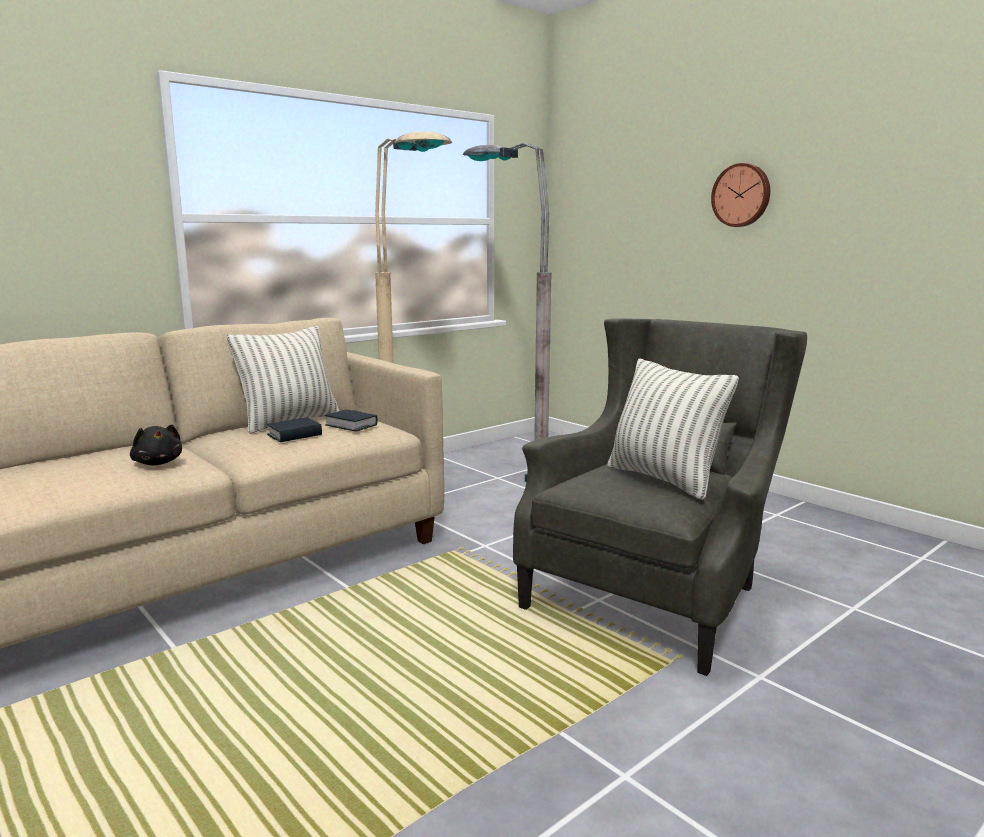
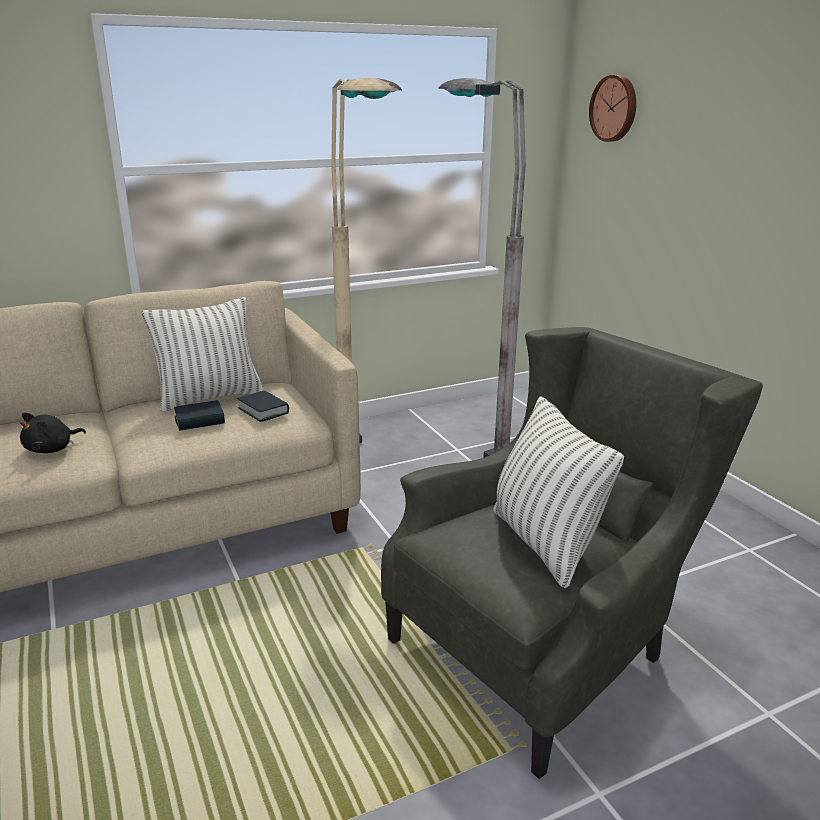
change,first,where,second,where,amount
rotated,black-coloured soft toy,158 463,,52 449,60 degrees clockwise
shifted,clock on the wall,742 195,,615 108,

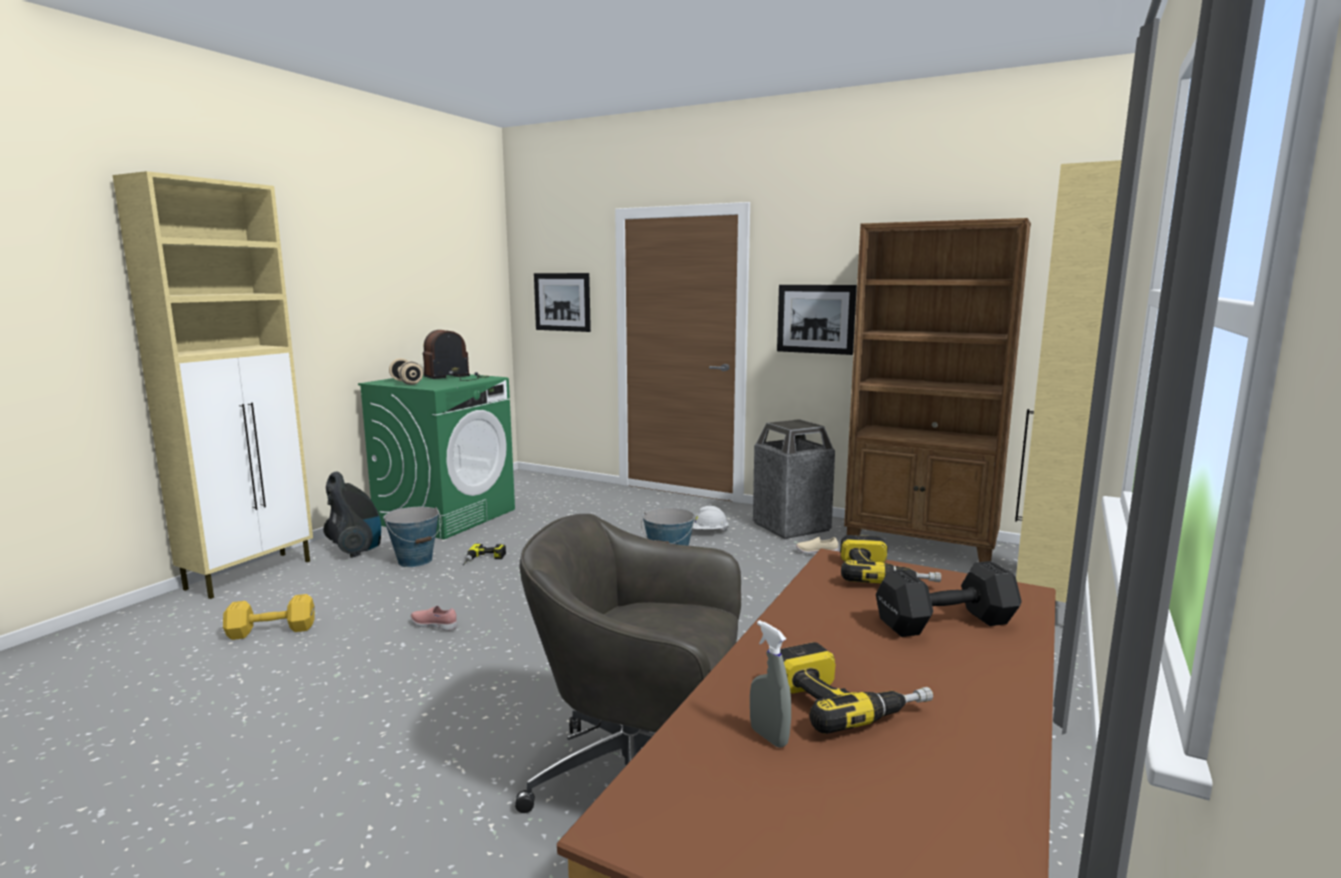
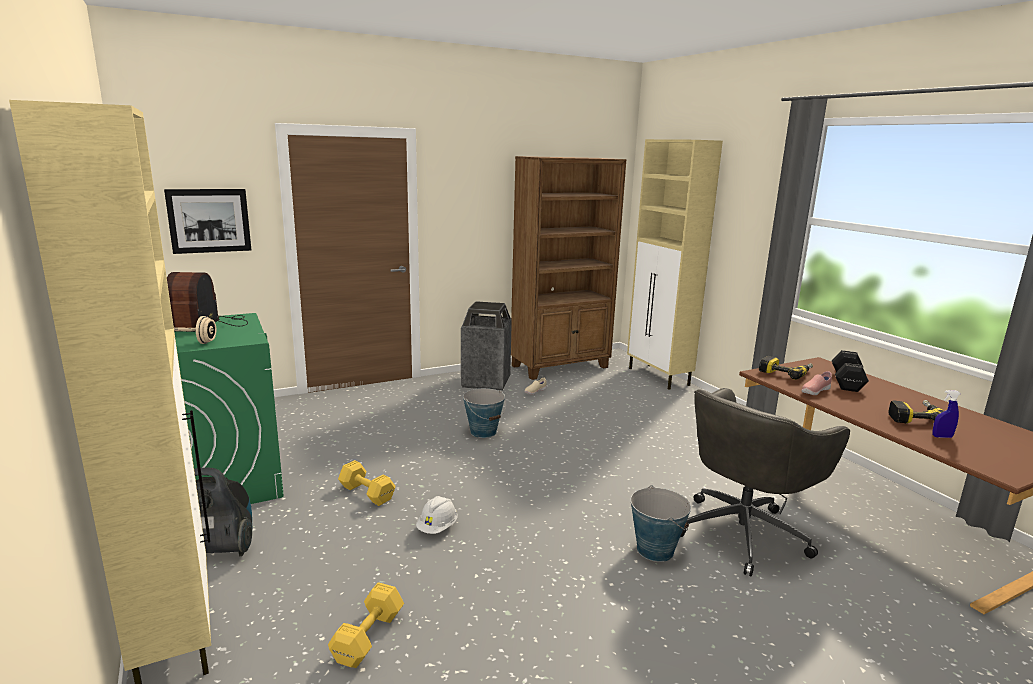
change,first,where,second,where,amount
shifted,bucket,415 560,,655 550,
shifted,pink low shoe,435 626,,815 392,
swapped,drill,483 560,yellow-coloured free weight,366 492,
shifted,whitish work helmet,708 532,,437 527,
repainted,grey hand sprayer,768 737,blue hand sprayer,942 437,
gone,wall picture,815 319,,,

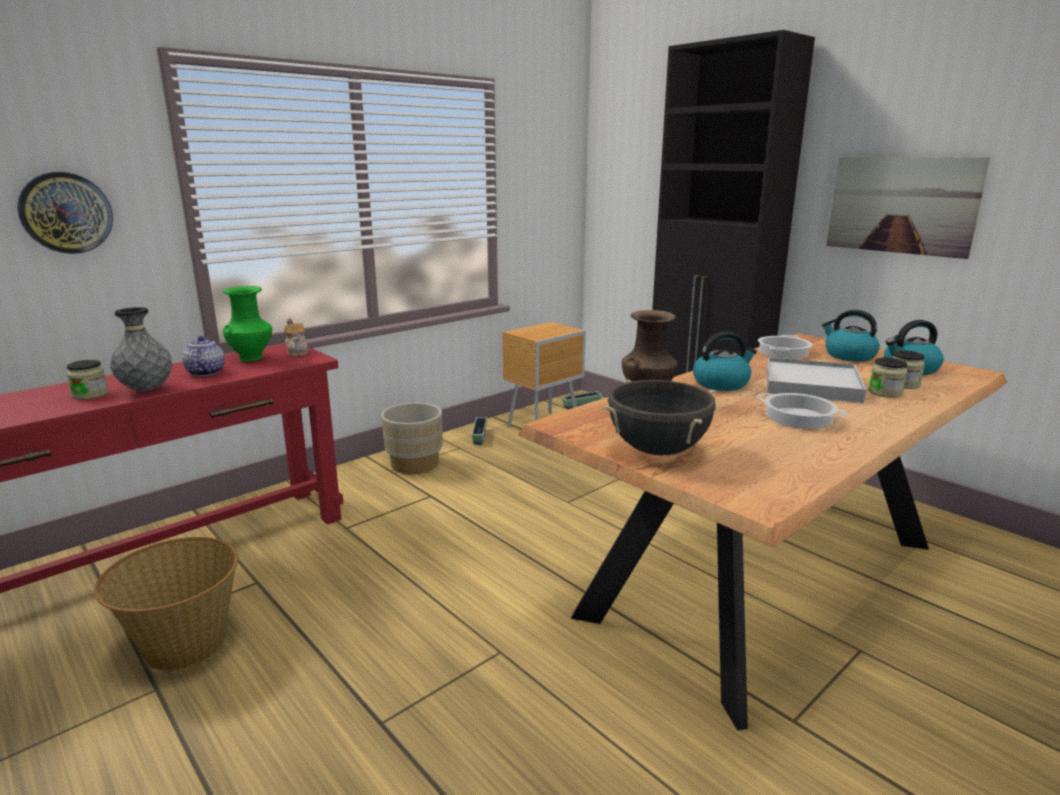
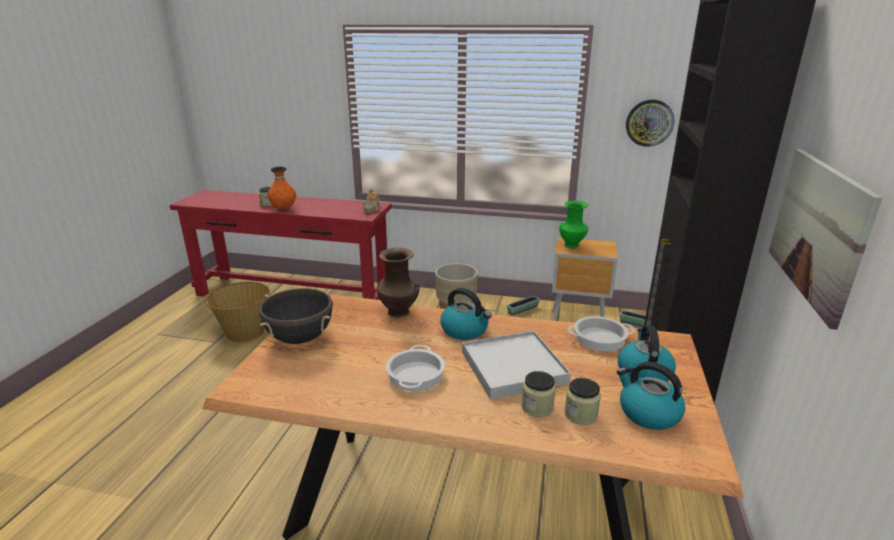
change,first,where,second,where,amount
shifted,clock on the wall,66 213,,649 123,
repainted,grey flower vase,147 390,orangey flower vase,283 209,
gone,pot for tea,205 372,,,
shifted,green-coloured flower vase,252 358,,572 245,

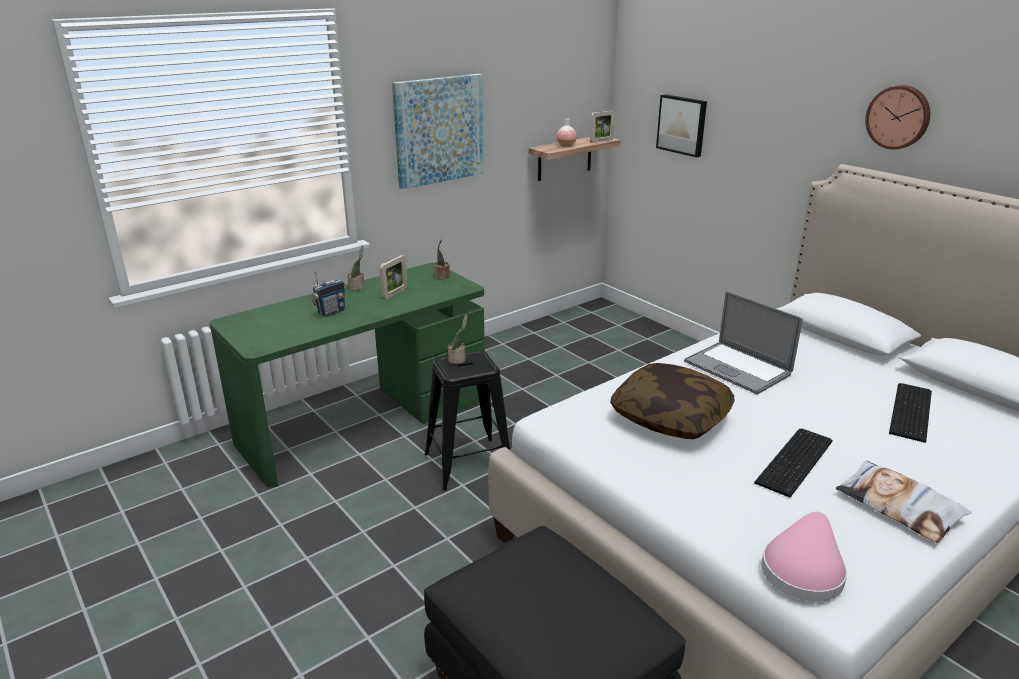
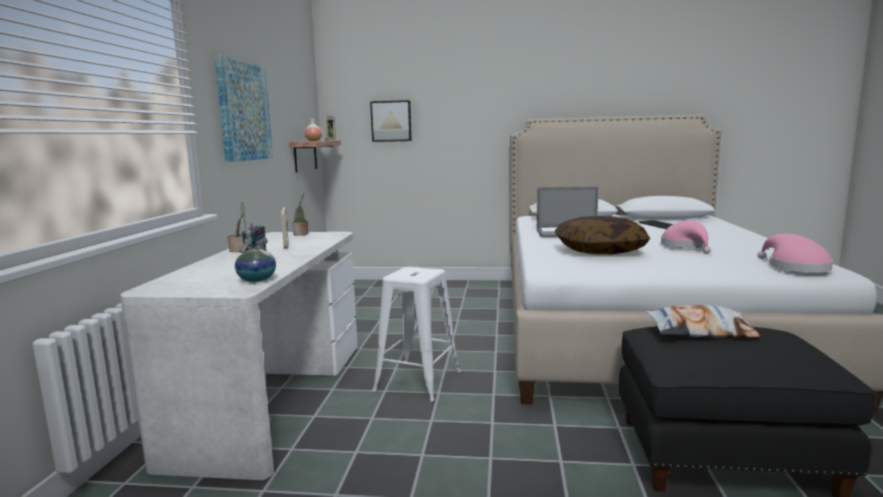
change,first,where,second,where,amount
repainted,green-coloured desk table,364 420,whitish desk table,274 396,
repainted,black-coloured stool seat,469 463,whitish stool seat,418 380,
gone,plant in a pot,458 359,,,
swapped,computer keyboard,797 461,pink hat,686 246,
shifted,pillow,899 507,,700 331,
gone,clock on the wall,898 117,,,
new,,,flower vase,257 279,

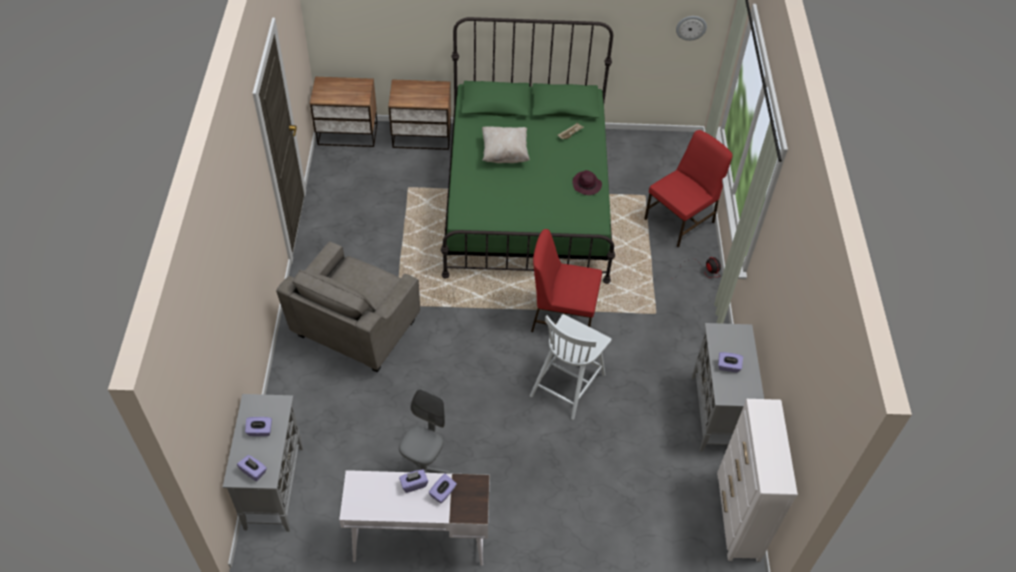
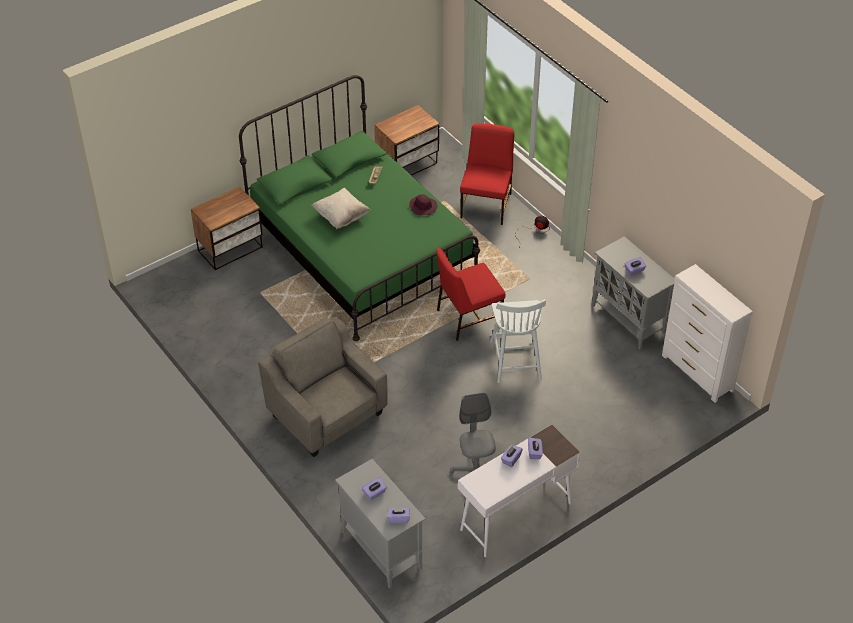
change,first,where,second,where,amount
rotated,grey armchair,355 329,,327 414,150 degrees clockwise
shifted,bedside table,348 134,,408 165,
gone,clock on the wall,691 27,,,

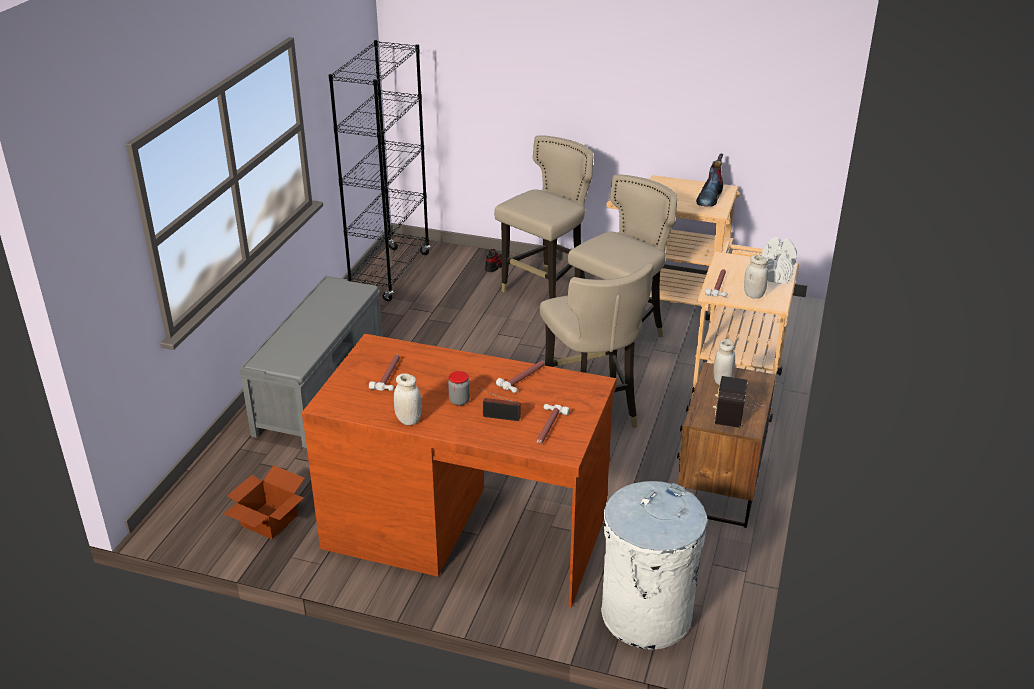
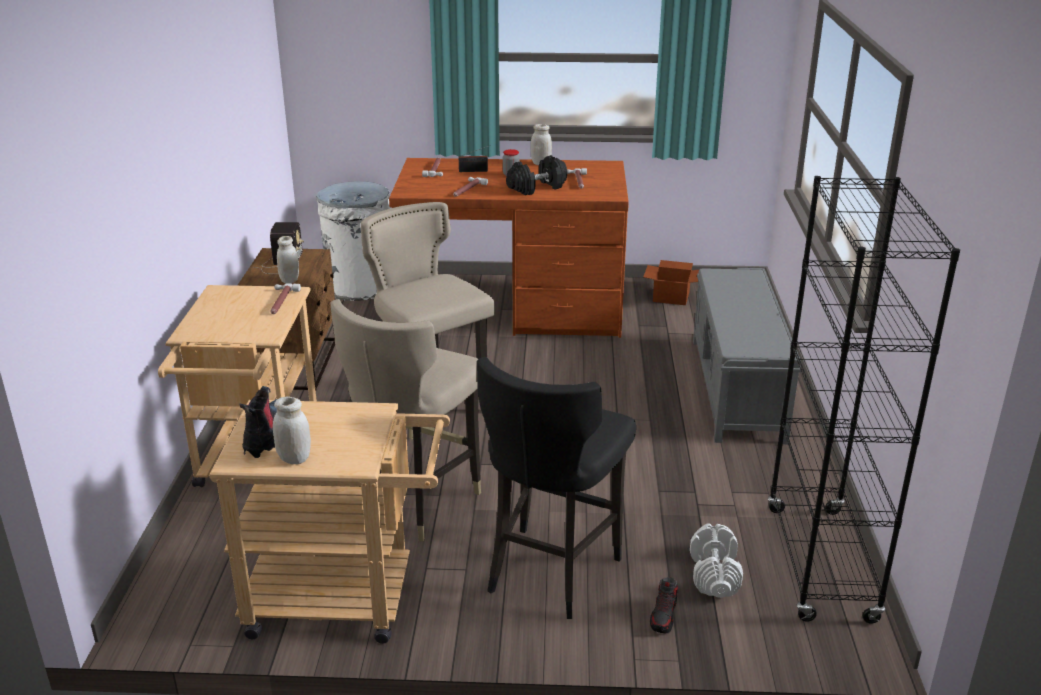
change,first,where,second,where,amount
repainted,sand-coloured stool seat,545 292,black-coloured stool seat,551 571,
shifted,whitish preserve jar,753 295,,294 458,
shifted,whitish free weight,775 272,,713 573,
new,,,black-coloured free weight,536 188,

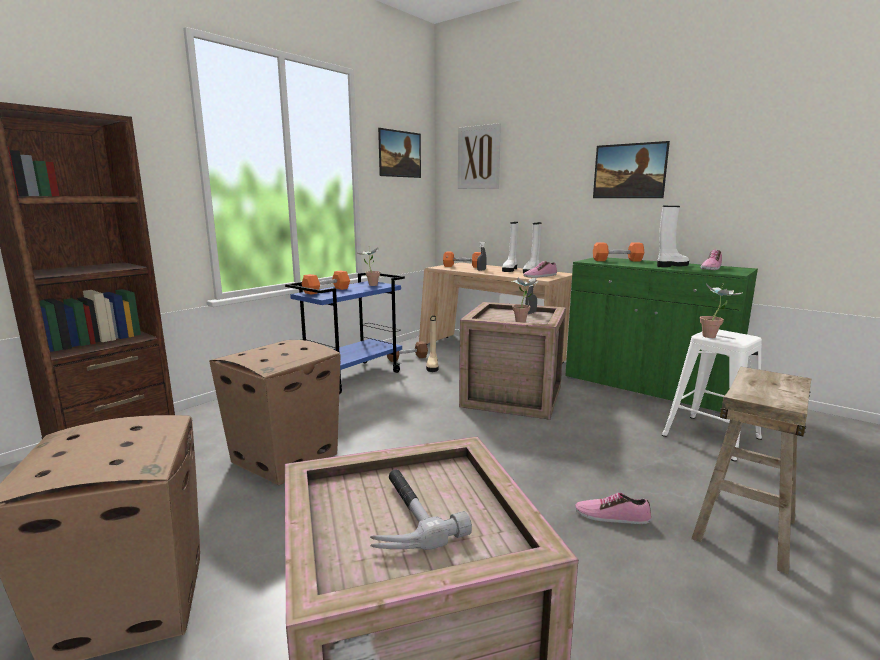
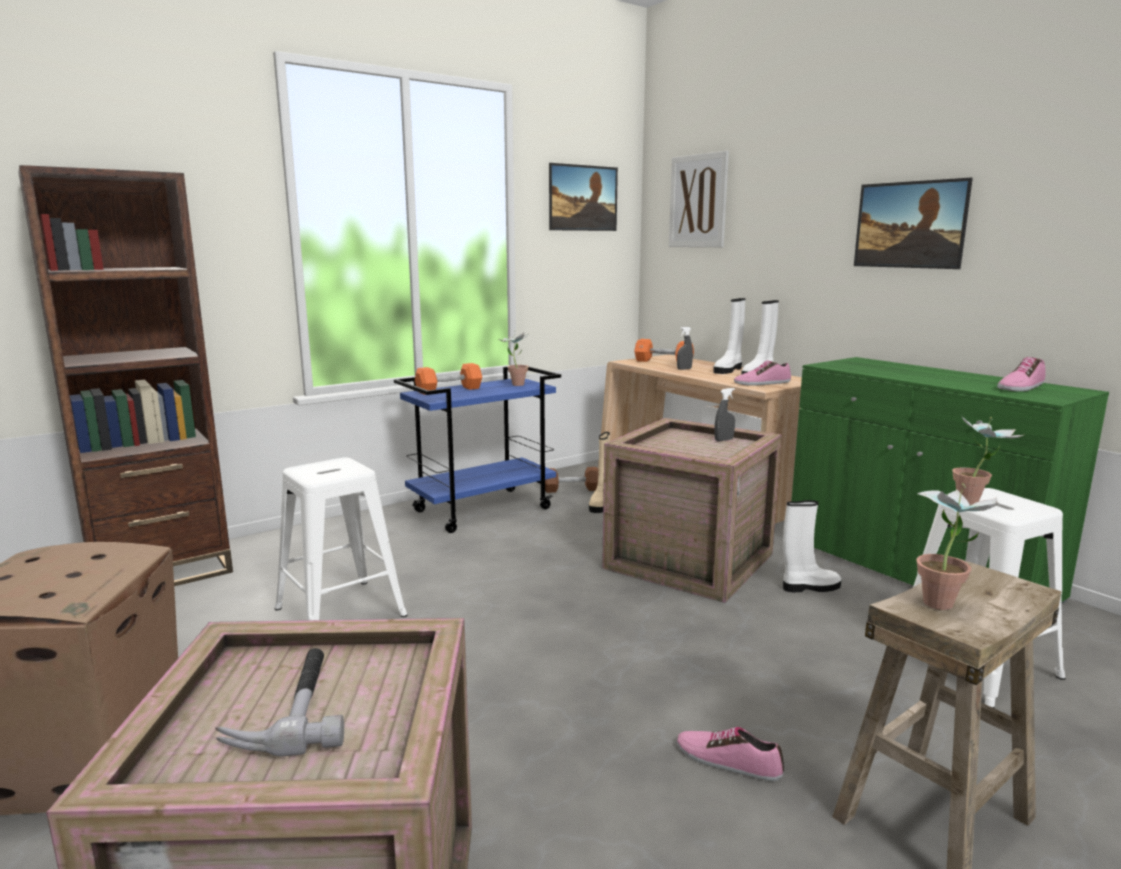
change,first,where,second,where,amount
swapped,cardboard box,286 458,whitish stool seat,341 611,
shifted,plant in a pot,523 321,,944 601,
gone,orangey free weight,617 260,,,
shifted,whitish high-top boot,671 265,,809 587,

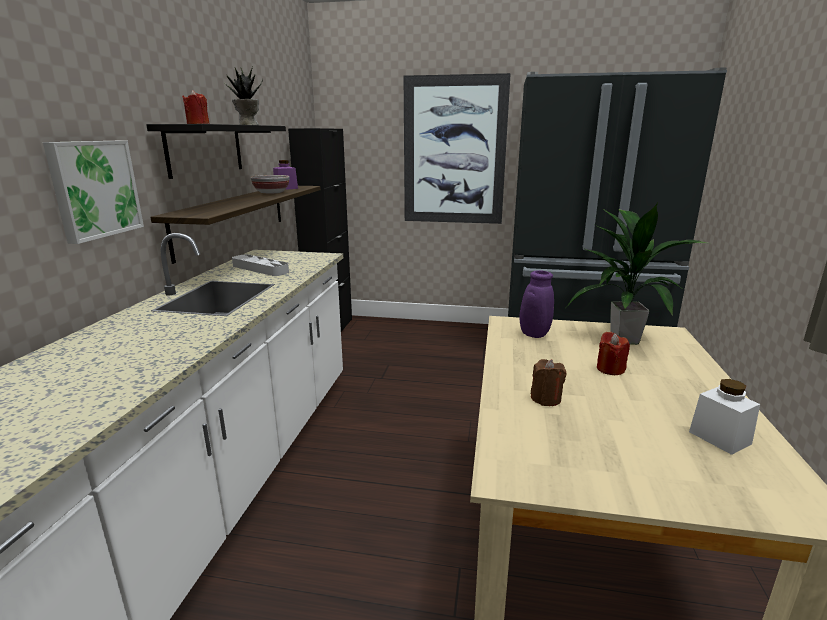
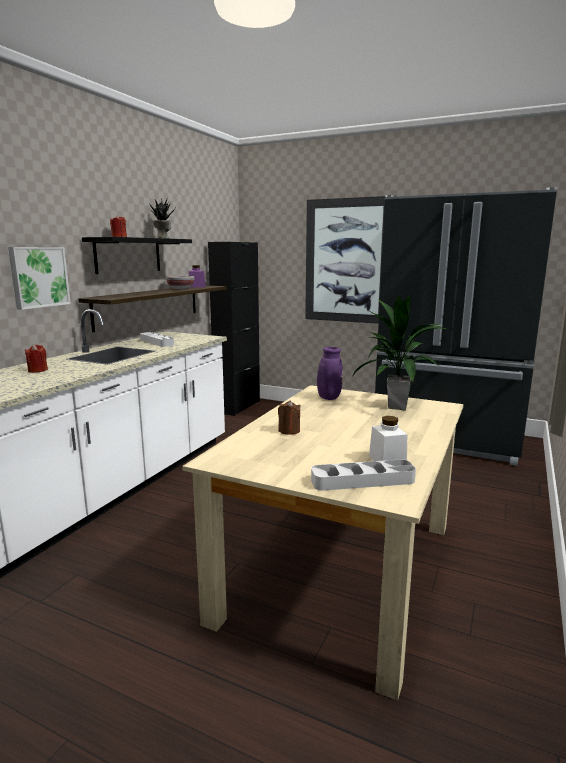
change,first,where,second,where,amount
shifted,reddish wax candle,610 369,,38 370,
new,,,grey carrying tray,362 480,

